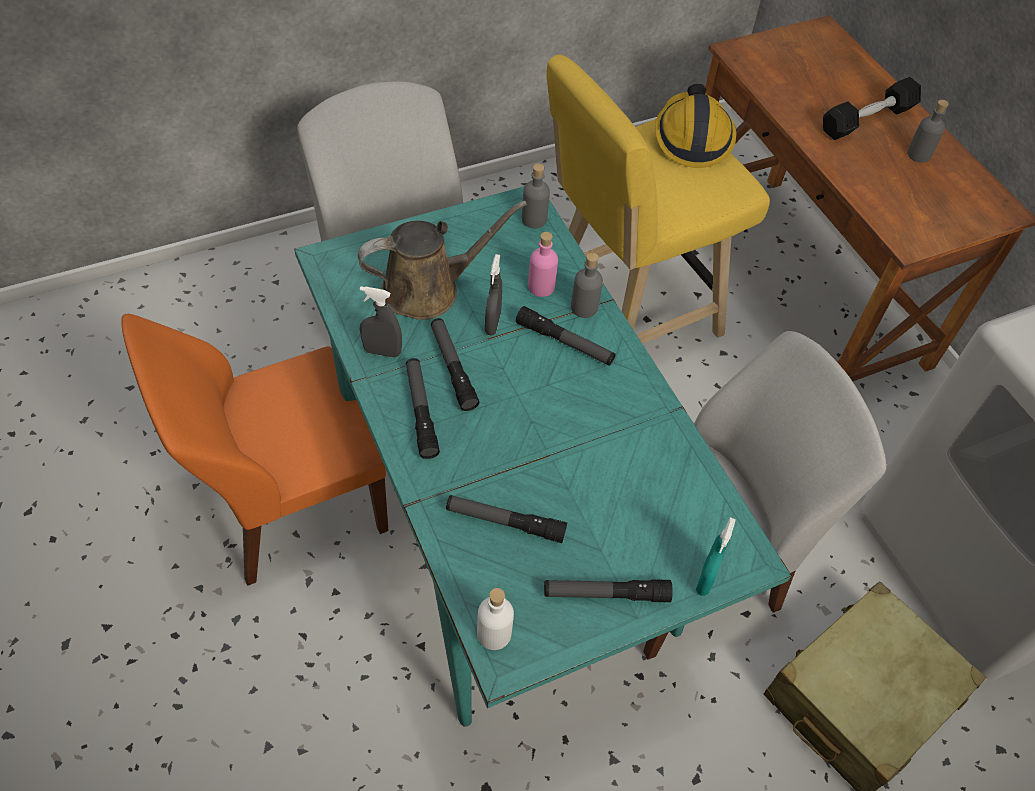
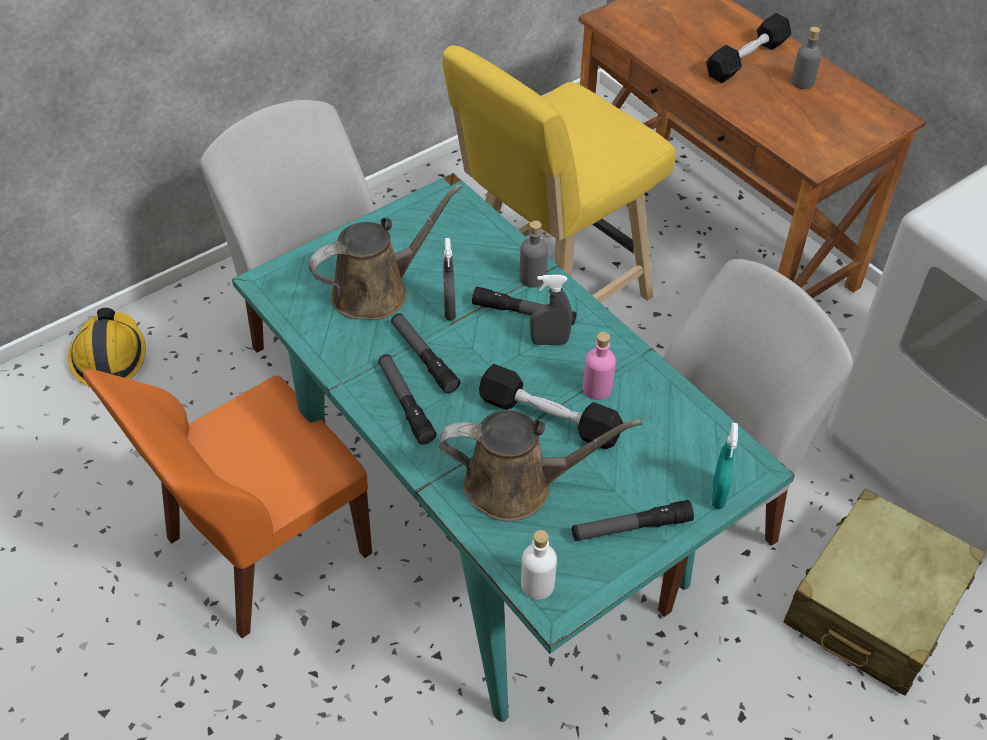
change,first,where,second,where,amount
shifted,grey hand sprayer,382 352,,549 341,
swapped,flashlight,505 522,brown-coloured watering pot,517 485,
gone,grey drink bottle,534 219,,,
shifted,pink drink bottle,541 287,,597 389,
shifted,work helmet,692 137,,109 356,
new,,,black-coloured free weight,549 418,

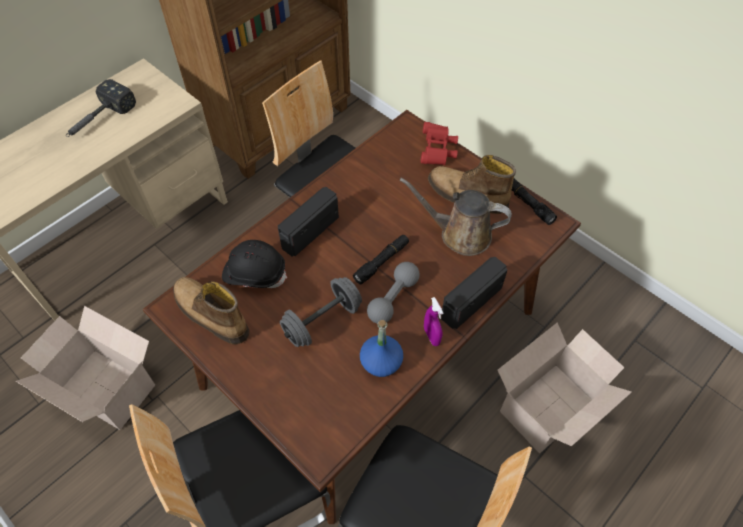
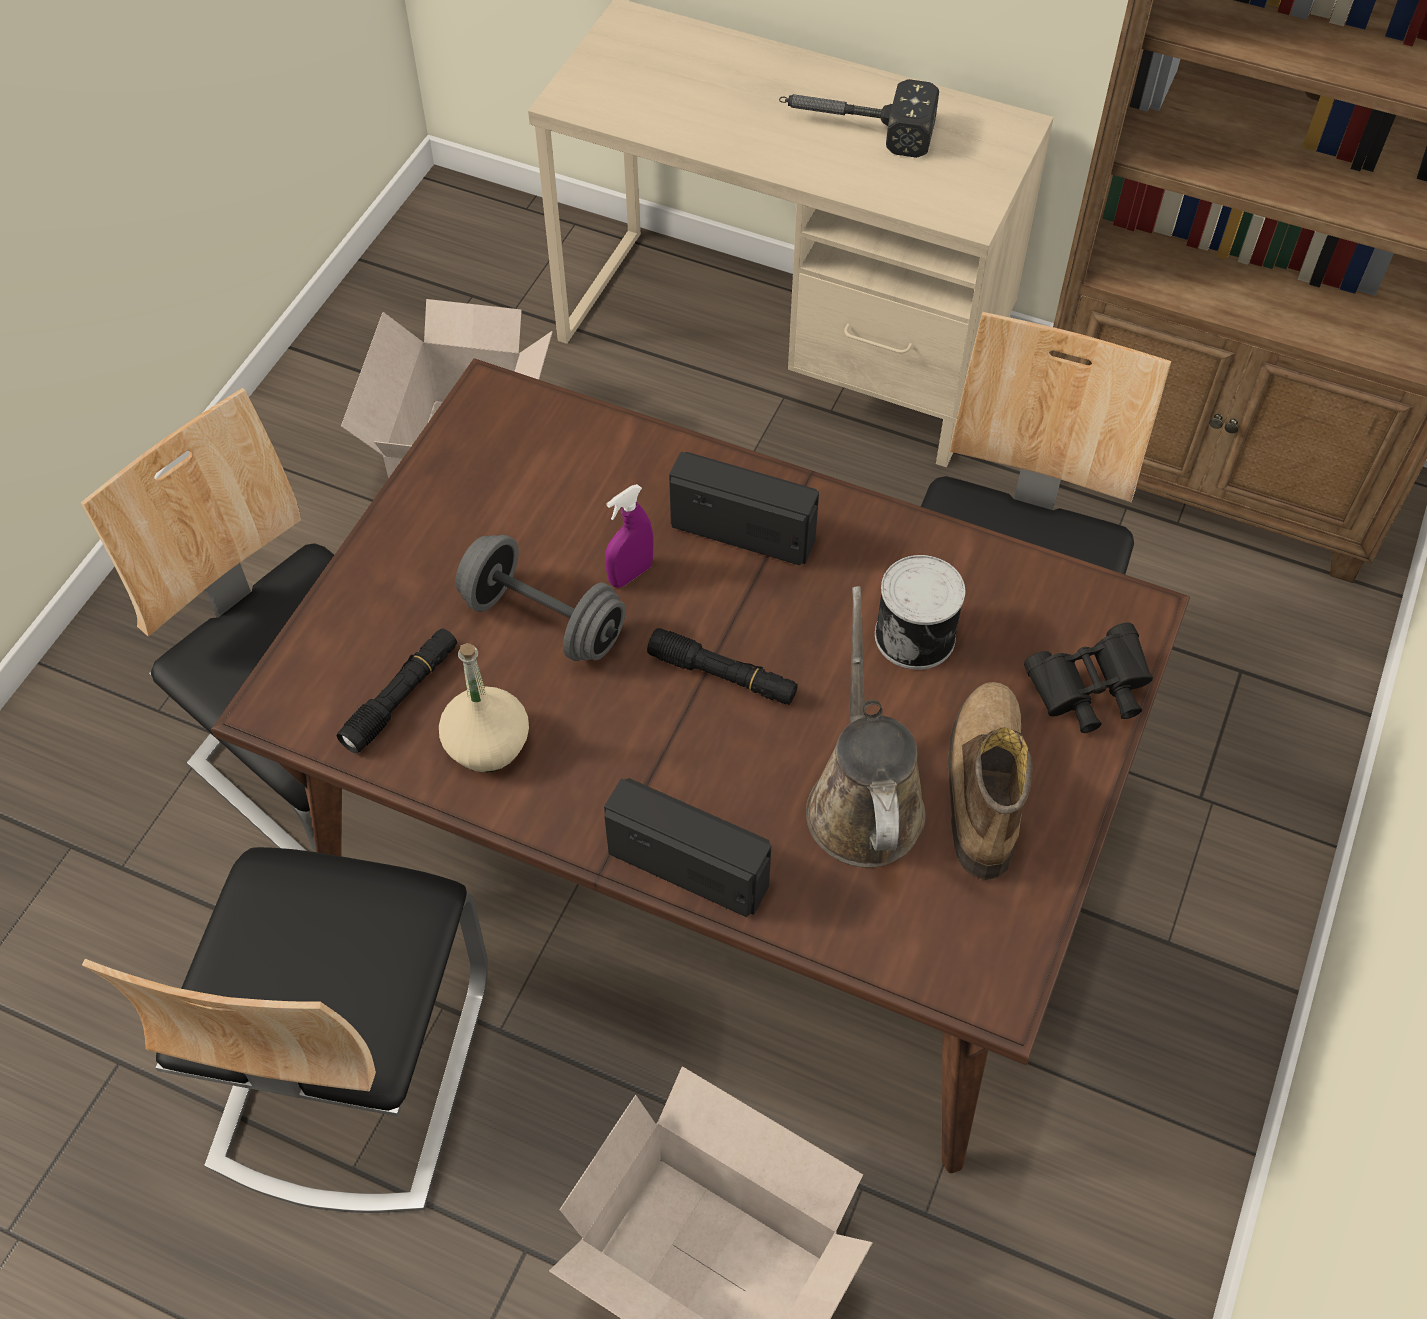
change,first,where,second,where,amount
gone,high-top boot,210 315,,,
gone,black-coloured work helmet,254 273,,,
repainted,blue drink bottle,381 362,sand-coloured drink bottle,487 744,
gone,grey free weight,393 299,,,
repainted,reddish binoculars,437 151,black-coloured binoculars,1088 692,
shifted,purplish hand sprayer,431 336,,630 574,
shifted,black-coloured flashlight,528 203,,401 696,
new,,,can,916 635,

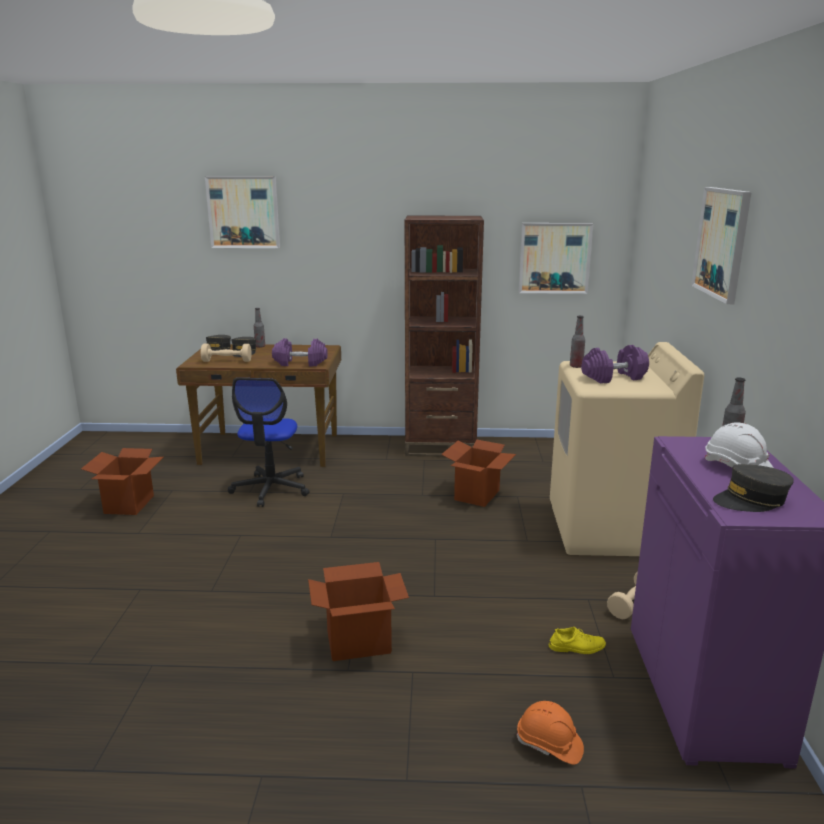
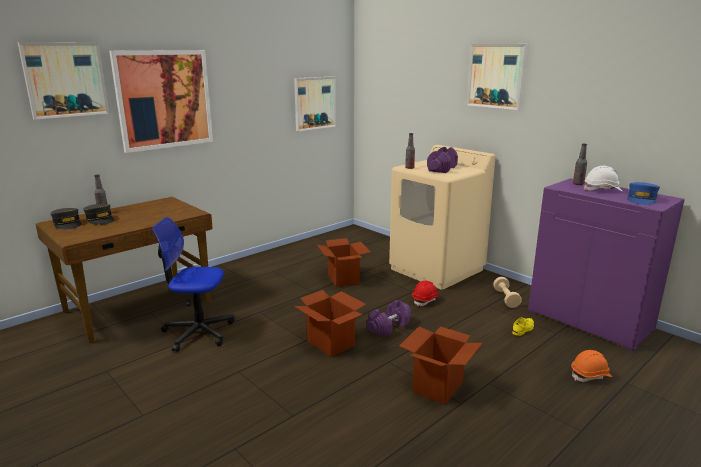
change,first,where,second,where,amount
shifted,cardboard box,129 504,,331 343,
gone,sand-coloured free weight,227 361,,,
rotated,computer chair,271 489,,198 332,135 degrees clockwise
shifted,purplish free weight,300 363,,389 327,
gone,brown-coloured bookcase,440 447,,,
repainted,grey baseball cap,751 500,blue baseball cap,641 200,
new,,,wall picture,164 99,
new,,,reddish work helmet,426 300,

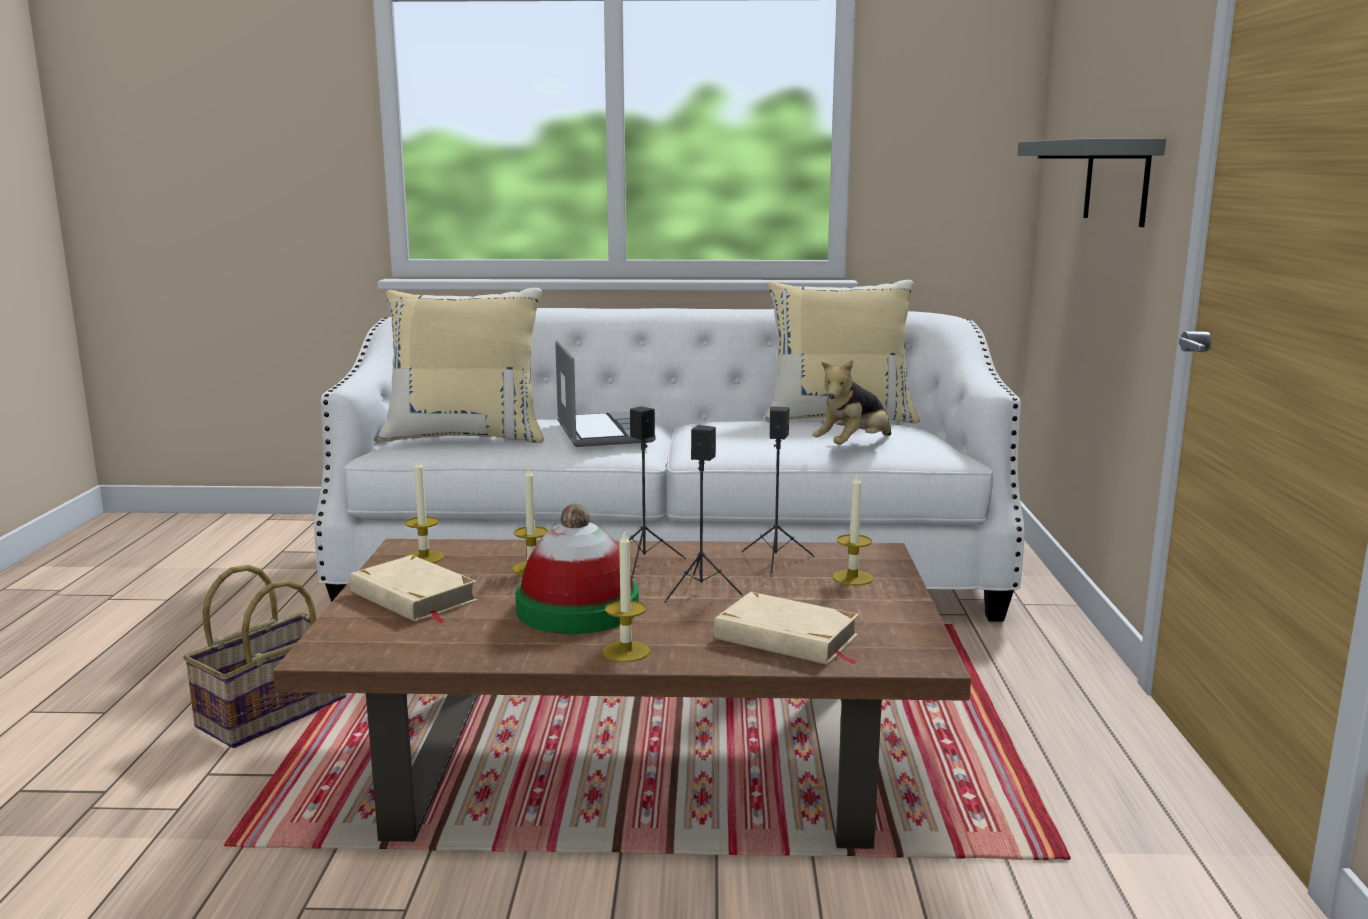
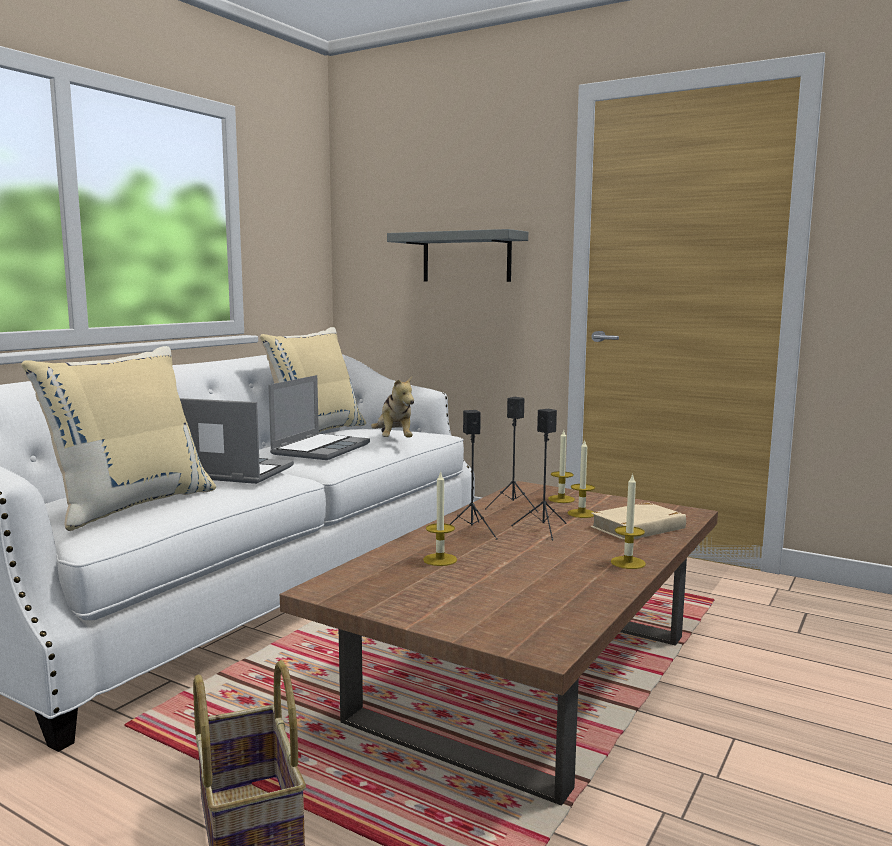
change,first,where,second,where,amount
gone,sand-coloured volume,413 597,,,
shifted,wax candle,424 557,,581 513,
gone,hat,577 608,,,
new,,,portable computer,320 449,

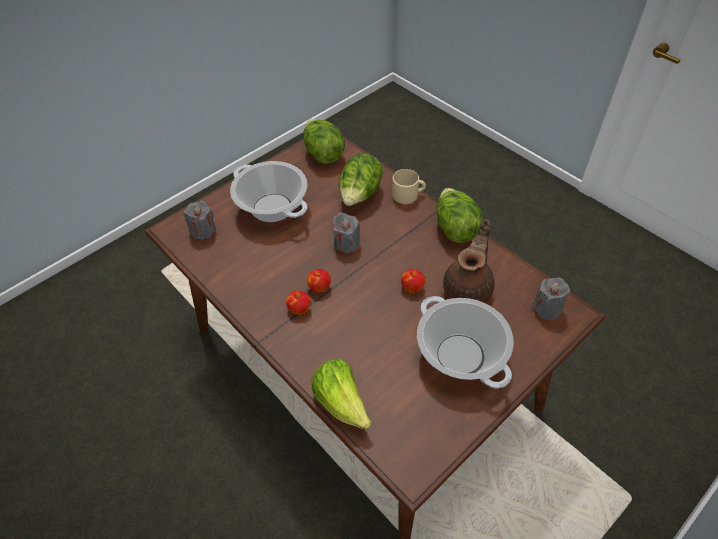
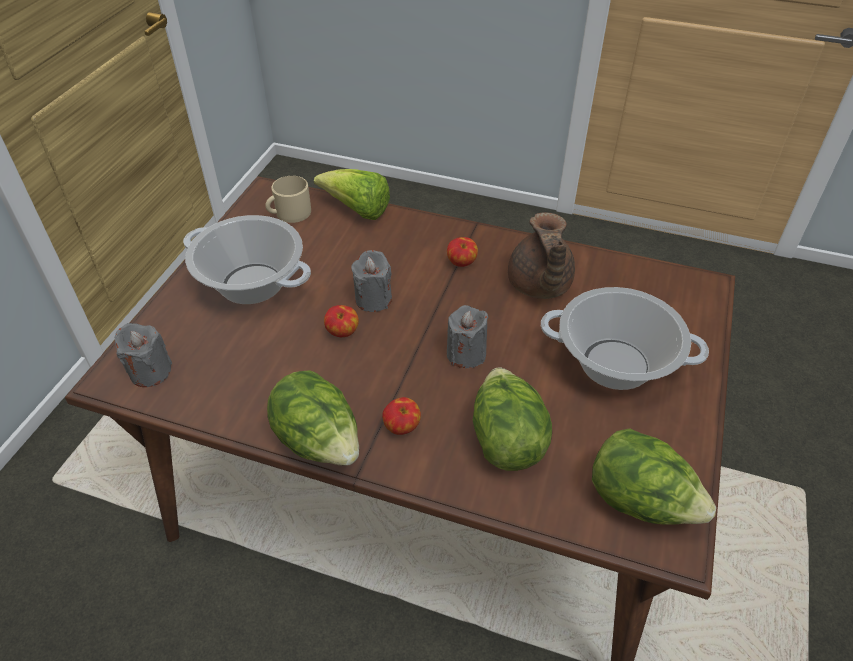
change,first,where,second,where,amount
shifted,grey wax candle,203 231,,373 299,
shifted,whole apple,319 287,,402 427,
shifted,sand-coloured mug,408 194,,289 213,
shifted,brown-coloured pot for tea,468 289,,539 286,

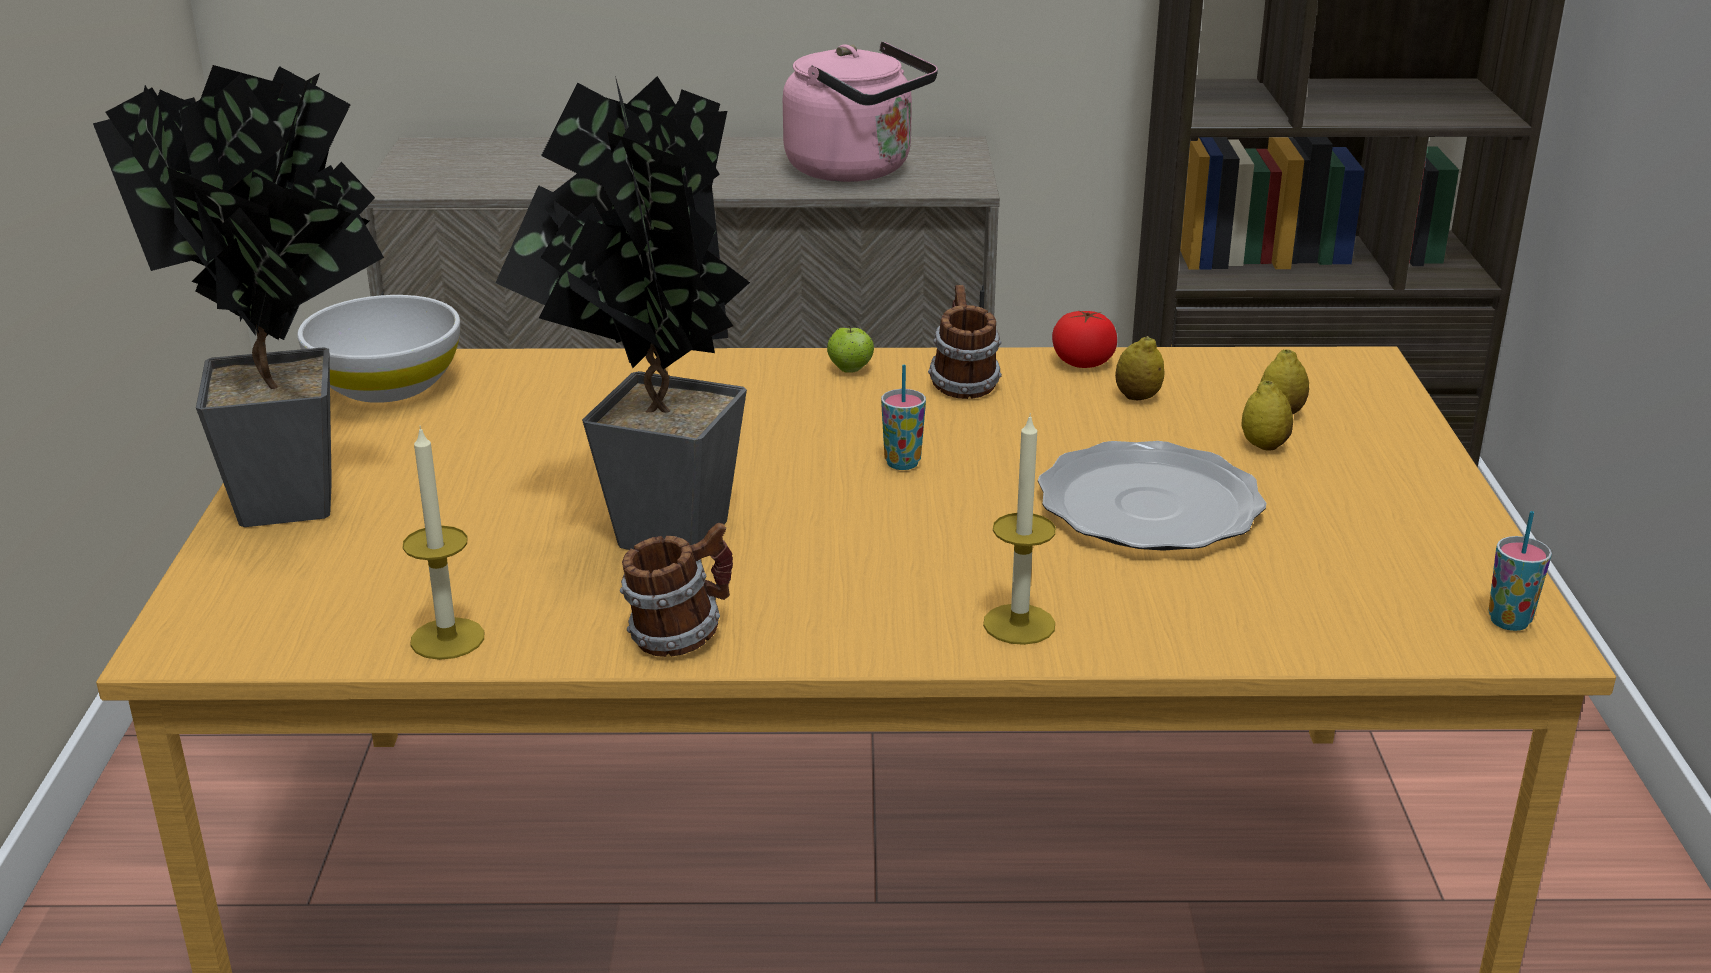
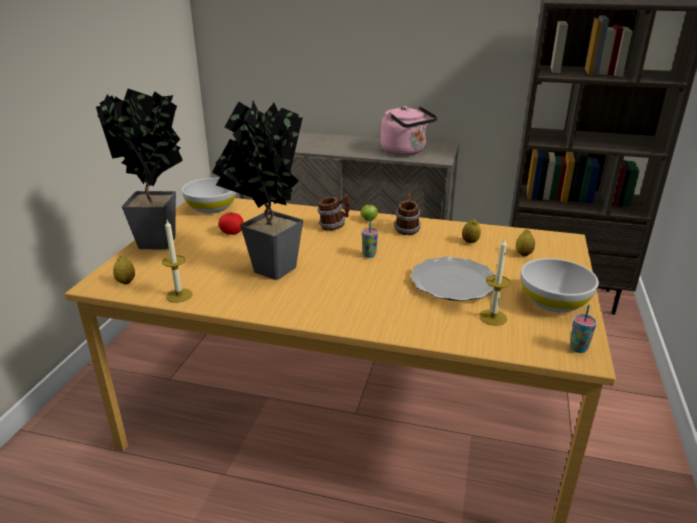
change,first,where,second,where,amount
shifted,mug,679 635,,333 226,
shifted,wax candle,1019 624,,493 317,
shifted,fresh tomato,1082 363,,232 232,
shifted,lemon,1264 446,,126 282,
new,,,whitish serving bowl,553 302,

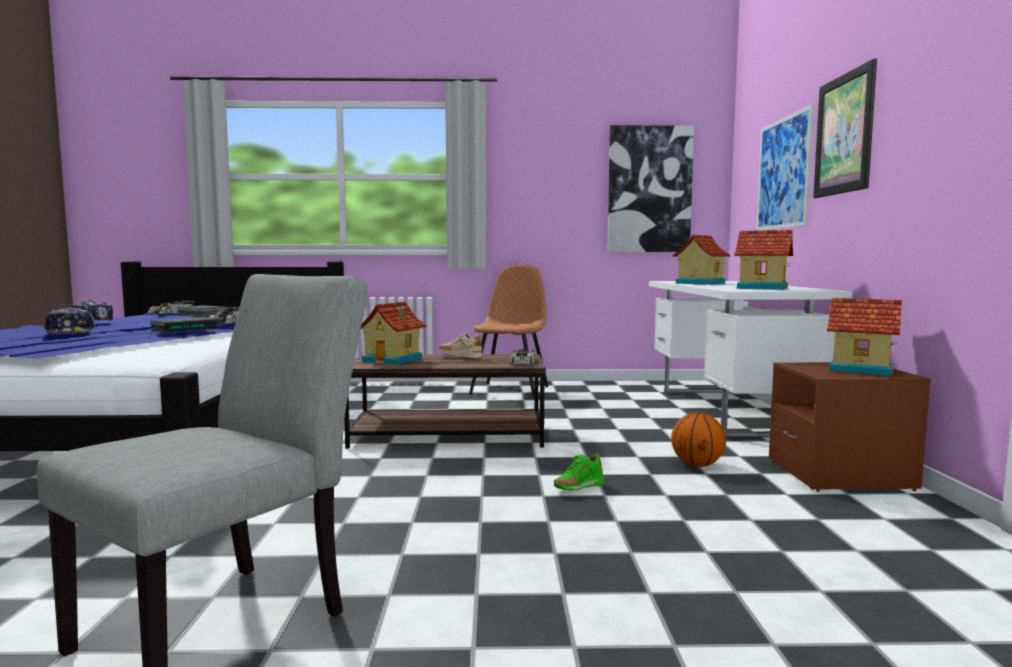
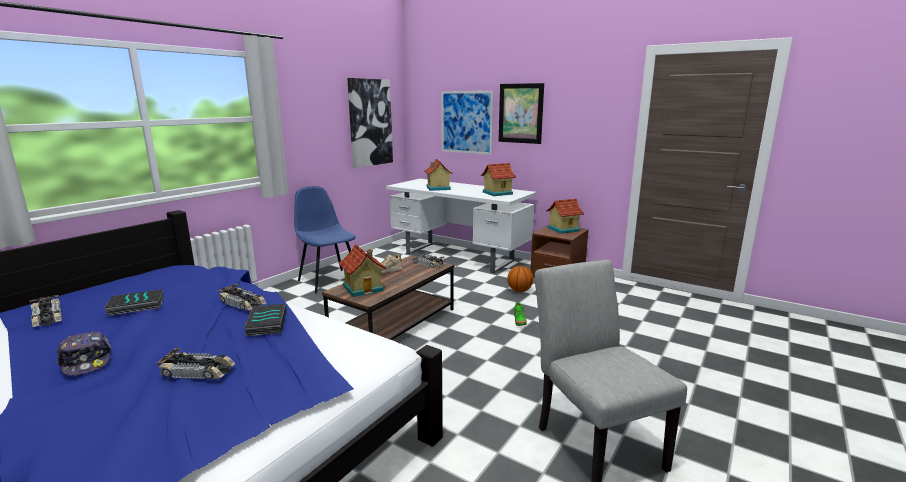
change,first,where,second,where,amount
swapped,baseball cap,71 333,miniature car,198 371,
repainted,brown-coloured plain chair,510 390,blue plain chair,329 280,

